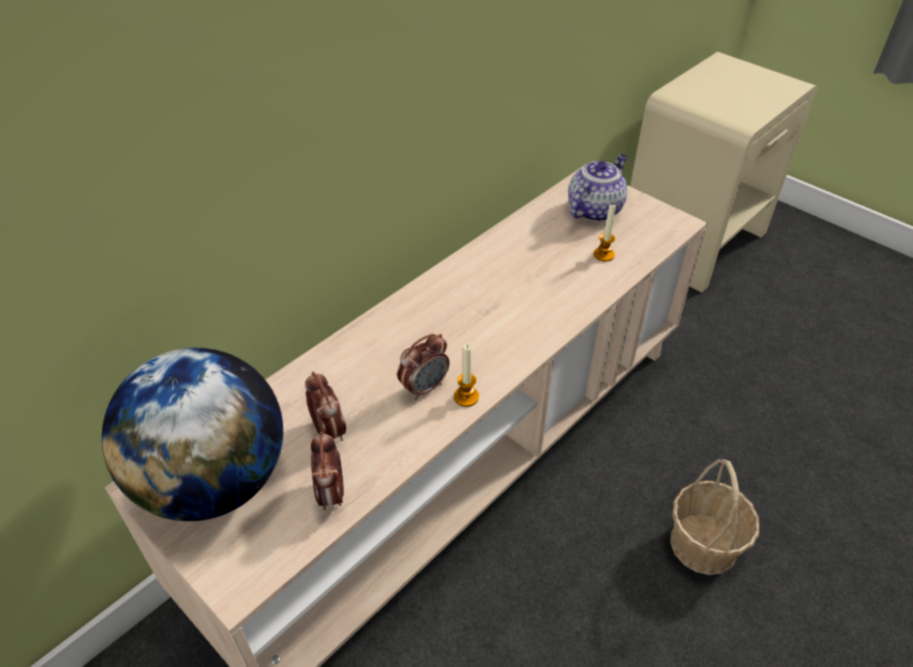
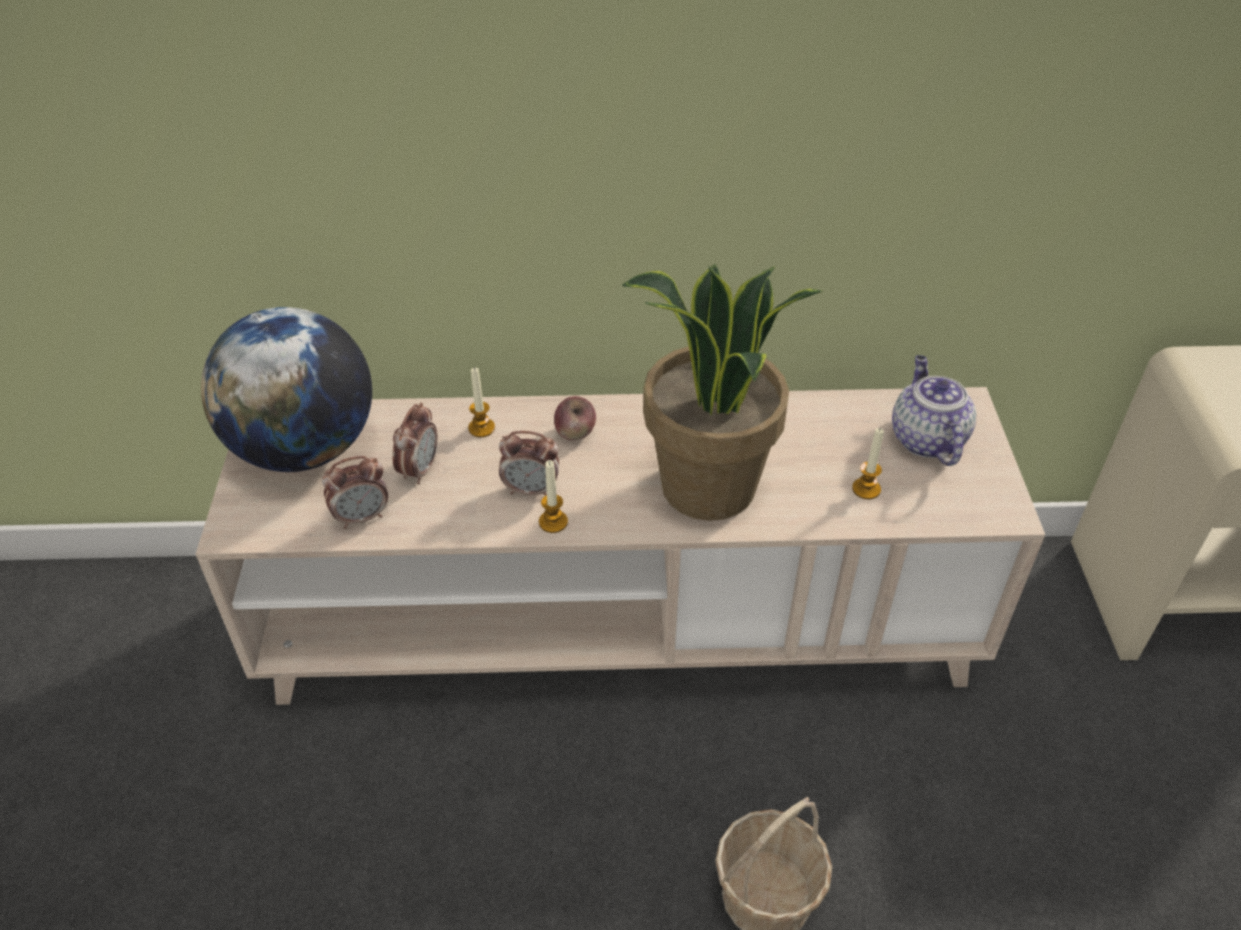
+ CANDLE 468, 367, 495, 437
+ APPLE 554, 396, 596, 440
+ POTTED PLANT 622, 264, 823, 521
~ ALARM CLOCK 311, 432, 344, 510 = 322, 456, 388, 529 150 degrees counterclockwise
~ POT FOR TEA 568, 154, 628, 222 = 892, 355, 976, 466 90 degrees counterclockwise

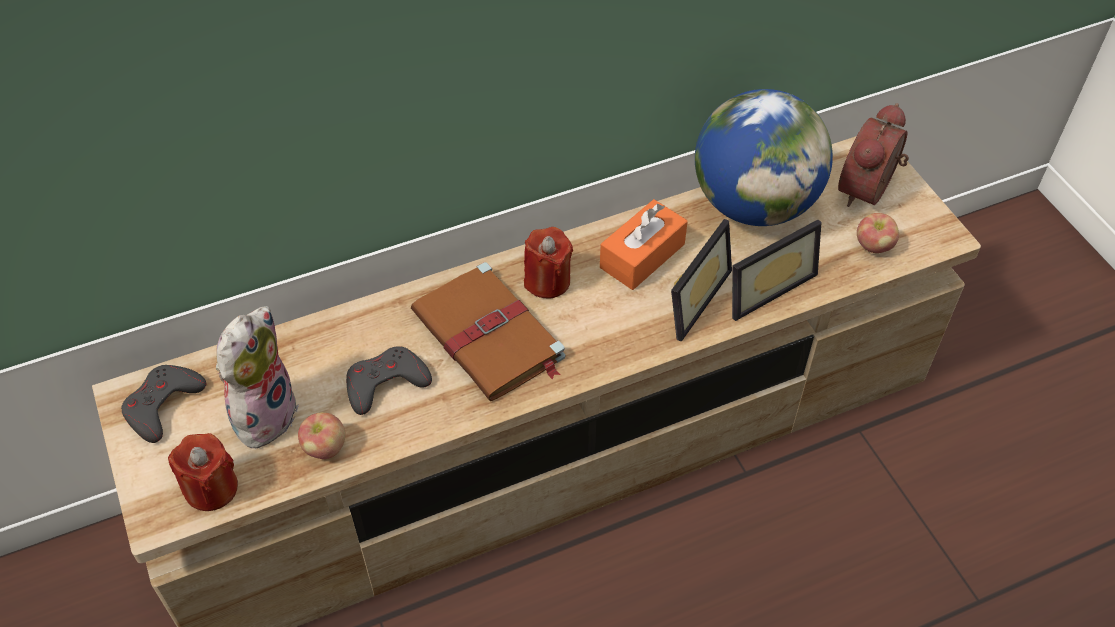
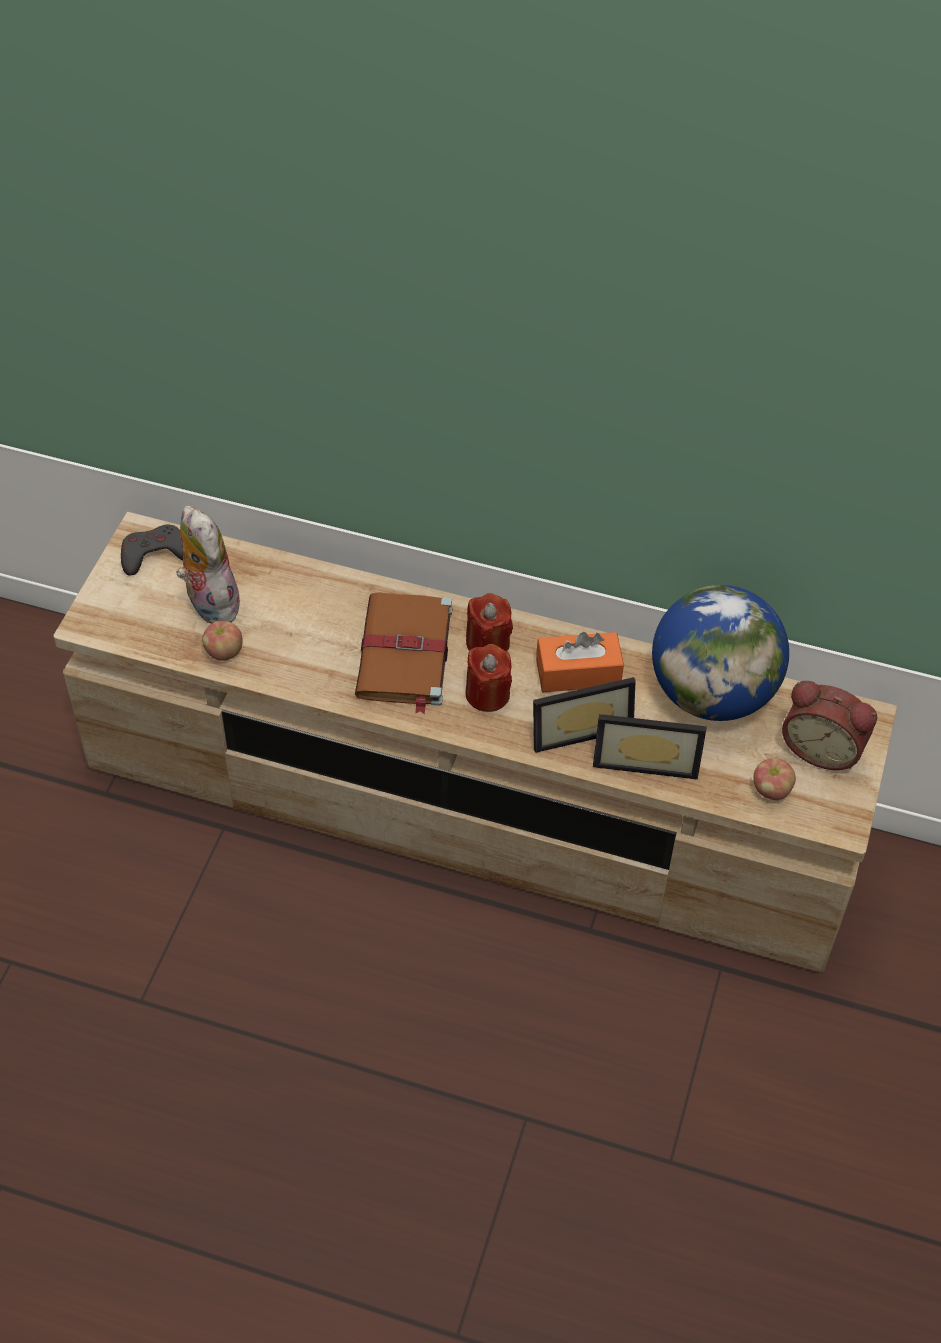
- GREY GAME CONTROLLER 346, 346, 432, 415
~ RED-COLOURED CANDLE 168, 433, 238, 511 to 465, 644, 512, 712
~ PLUSH TOY 216, 306, 299, 450 = 176, 506, 244, 624 90 degrees counterclockwise
~ ALARM CLOCK 838, 103, 909, 207 = 782, 681, 877, 770 135 degrees counterclockwise

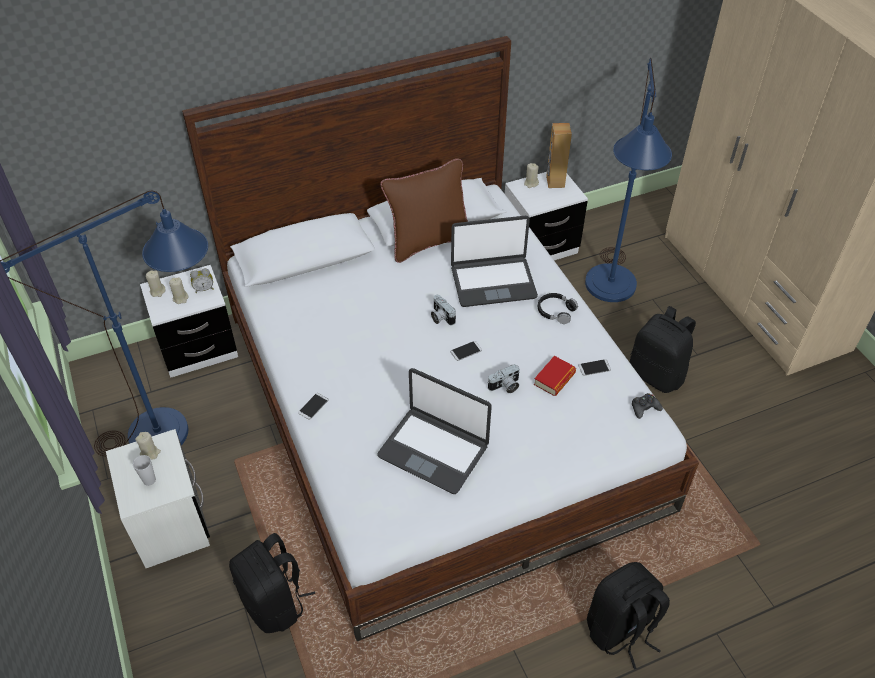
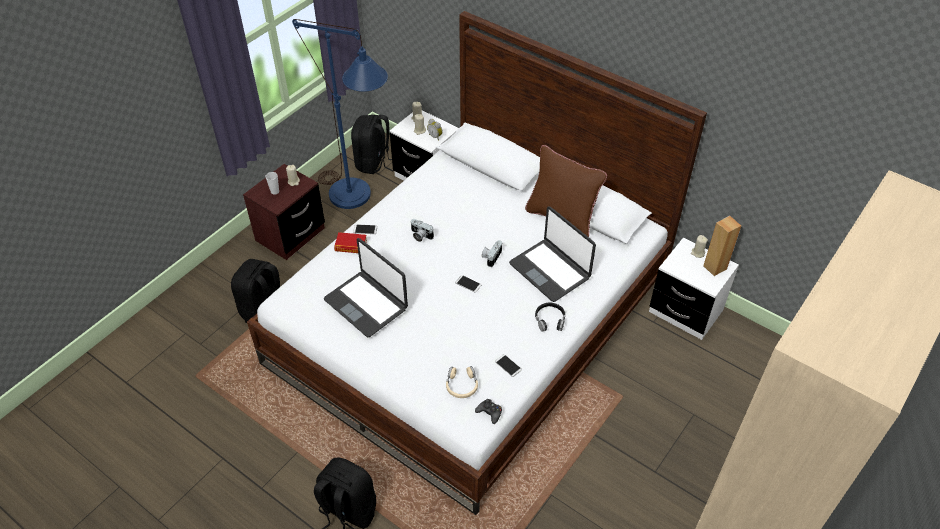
- BLUISH STANDARD LAMP 585, 58, 672, 302
+ BEIGE HEADPHONES 446, 366, 478, 398
~ STILL CAMERA 488, 364, 520, 393 to 411, 219, 434, 242
~ BOUND BOOK 534, 356, 576, 396 to 334, 232, 367, 253
~ BLACK-COLOURED KNAPSACK 630, 306, 696, 393 to 351, 115, 393, 174
~ WHITE-COLOURED NIGHTSTAND 106, 429, 210, 568 to BROWN NIGHTSTAND 243, 164, 325, 260
~ LAPTOP 377, 368, 492, 494 = 324, 238, 408, 337 45 degrees counterclockwise

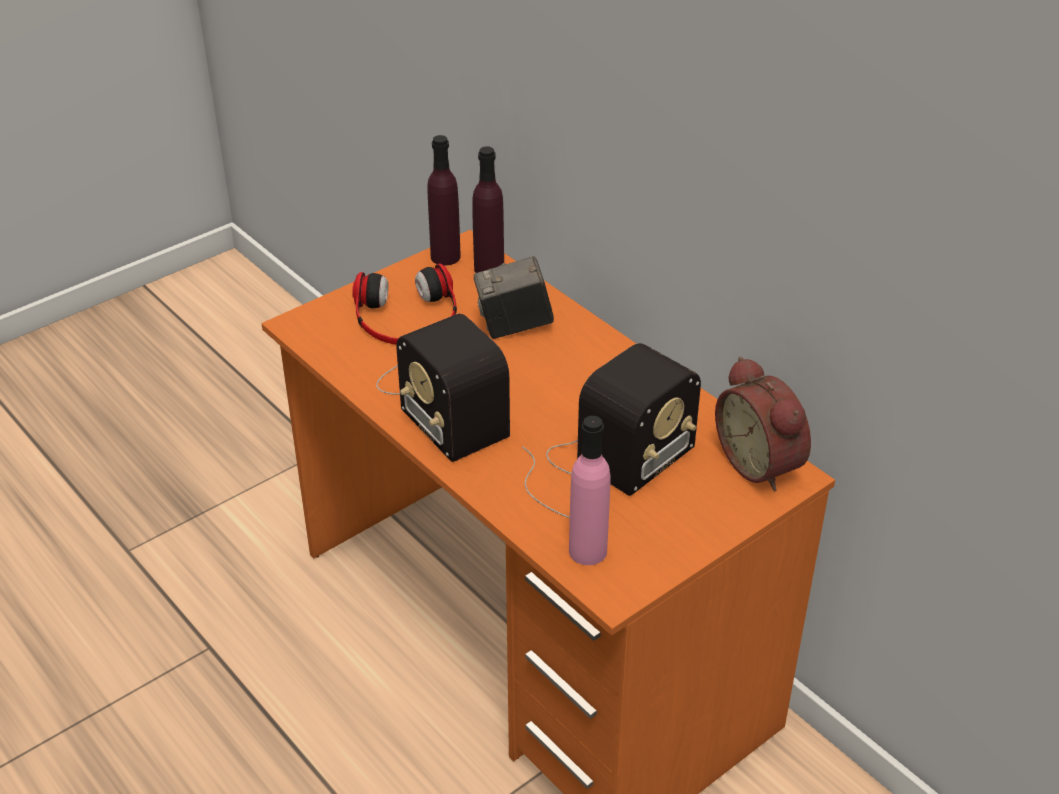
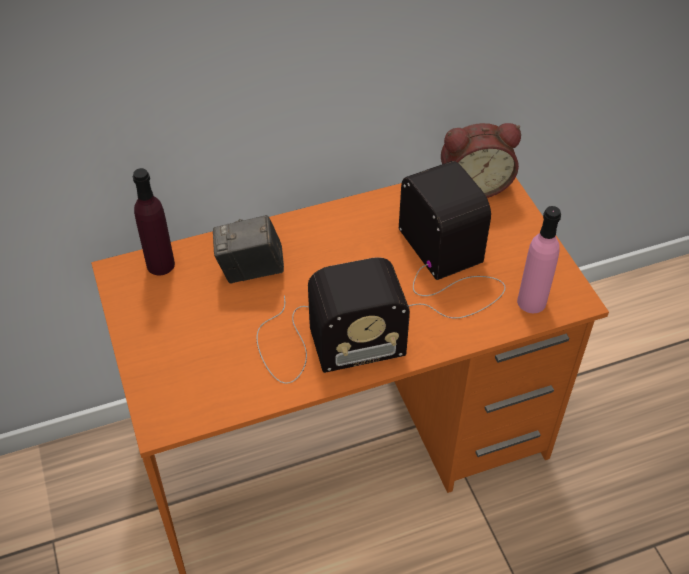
- HEADPHONES 352, 264, 457, 345
- PURPLE-COLOURED BOTTLE 427, 135, 461, 266
~ STILL CAMERA 474, 256, 554, 339 = 213, 215, 284, 283 75 degrees clockwise

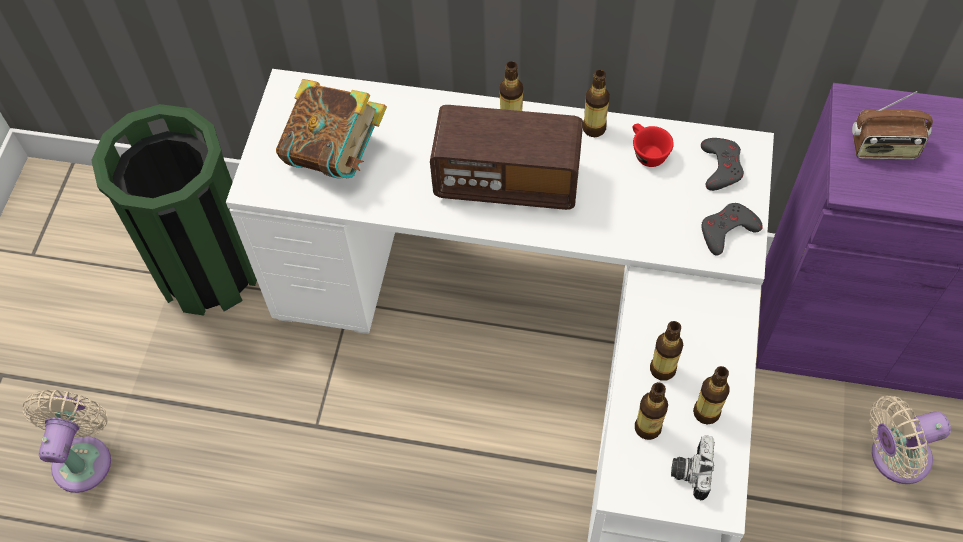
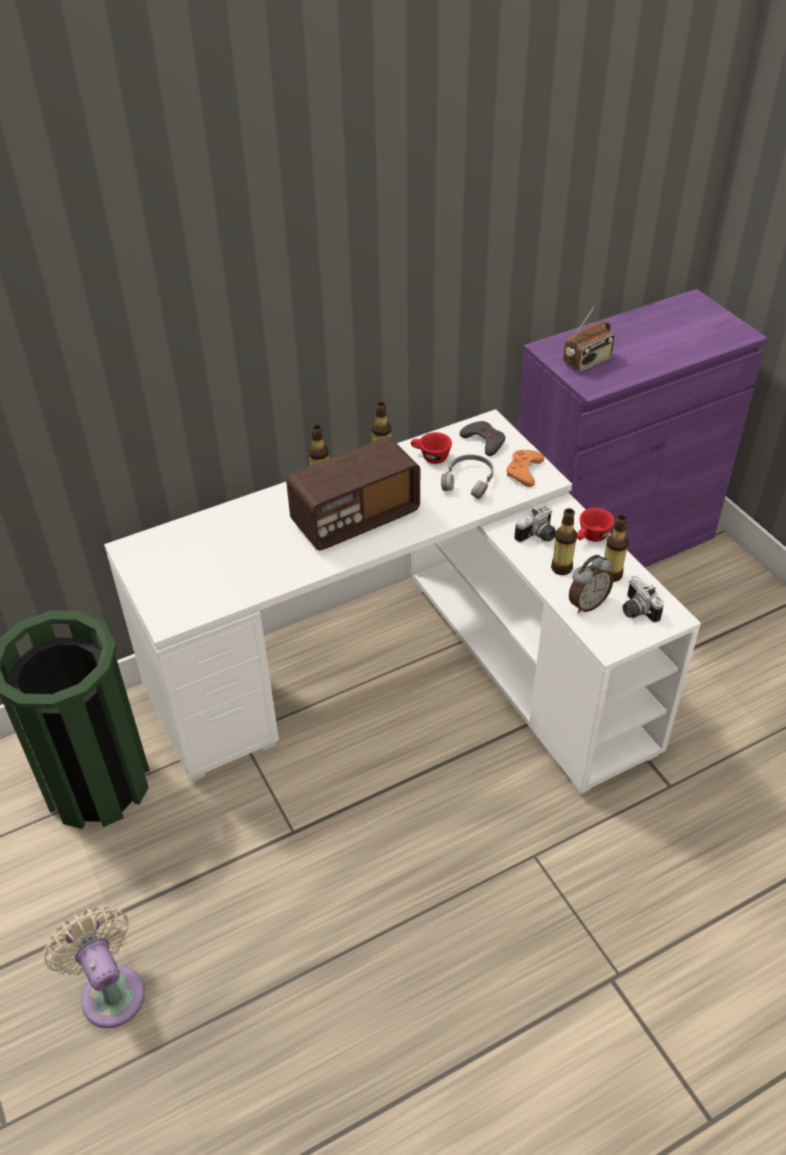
- BOUND BOOK 276, 79, 387, 179
- BEIGE ELECTRIC FAN 869, 396, 951, 484
+ GREY HEADPHONES 441, 454, 494, 500
+ STILL CAMERA 514, 505, 556, 542
+ RED-COLOURED CUP 577, 508, 615, 542
~ BOTTLE 635, 382, 668, 440 to ALARM CLOCK 569, 555, 613, 613
~ GREY GAME CONTROLLER 701, 203, 763, 255 to ORANGE GAME CONTROLLER 507, 450, 544, 487

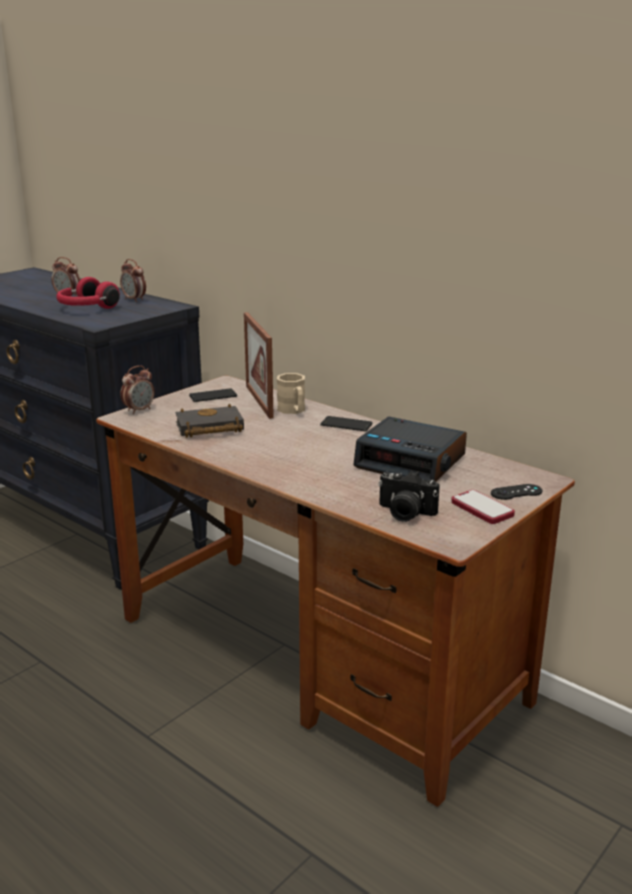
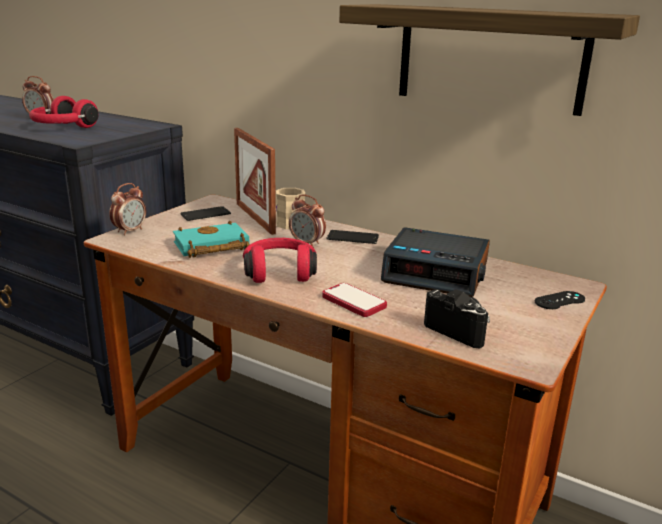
+ RED-COLOURED HEADPHONES 243, 238, 317, 283
+ WALL SHELF 339, 4, 640, 116
~ ALARM CLOCK 120, 259, 146, 302 to 289, 195, 326, 248
~ TELEPHONE 451, 490, 515, 524 to 322, 283, 387, 317
~ BLACK-COLOURED BOUND BOOK 175, 404, 244, 438 to TURQUOISE-COLOURED BOUND BOOK 173, 220, 250, 258
~ STILL CAMERA 378, 470, 440, 522 = 424, 289, 490, 348 150 degrees counterclockwise

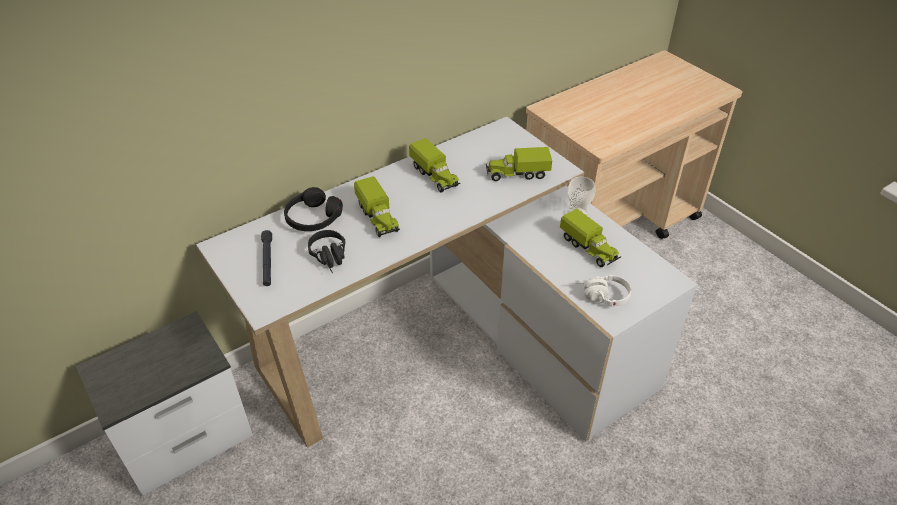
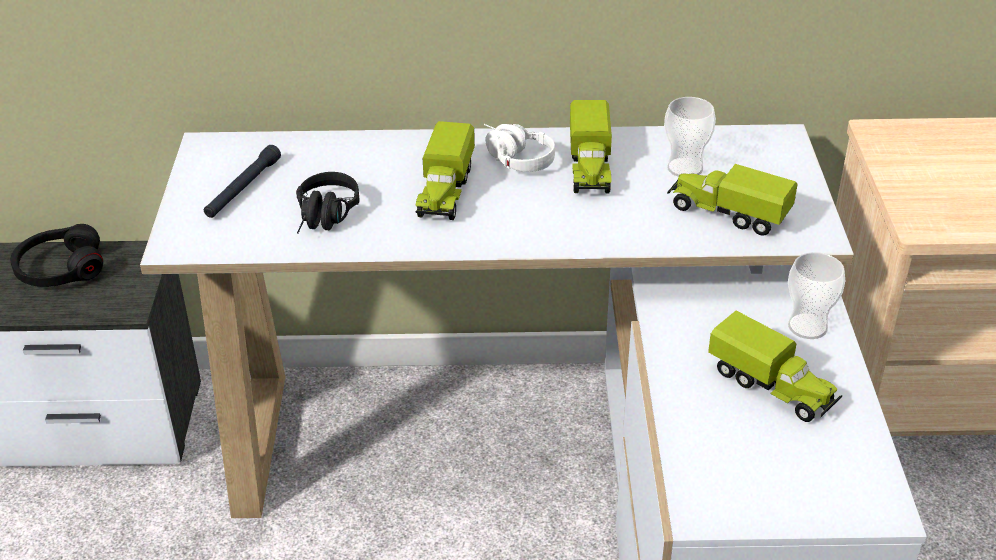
+ CUP 664, 97, 716, 177
~ BLACK-COLOURED HEADPHONES 284, 187, 343, 231 to 10, 224, 103, 287
~ WHITE-COLOURED HEADPHONES 572, 275, 631, 306 to 484, 124, 555, 172
~ TOY LORRY 560, 208, 621, 267 = 708, 311, 842, 422 45 degrees counterclockwise

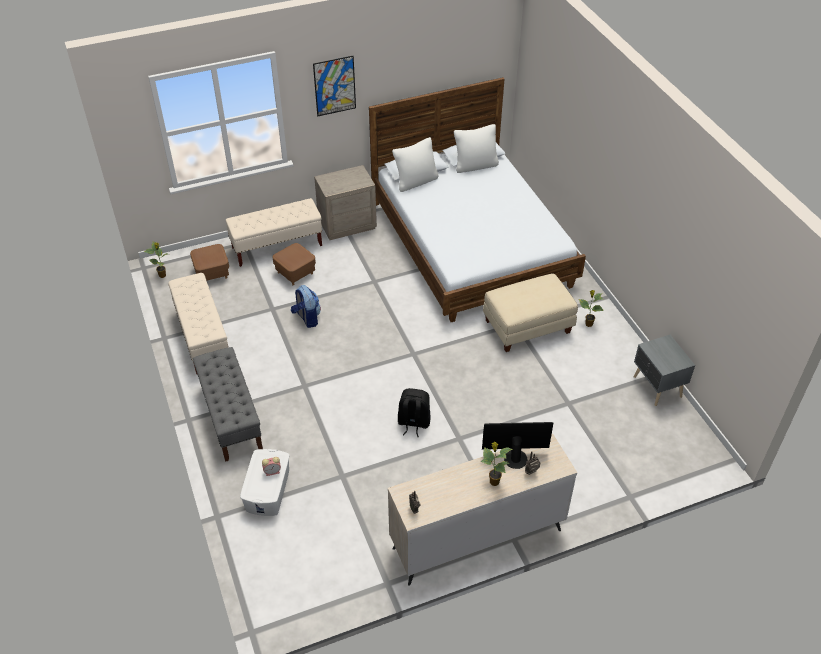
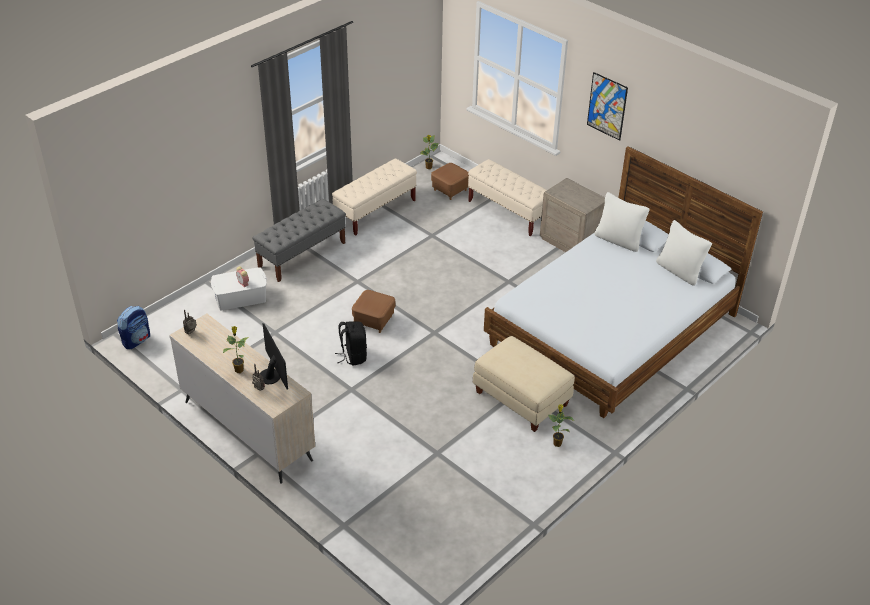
- GREY NIGHTSTAND 634, 335, 695, 406
~ BROWN OTTOMAN 273, 243, 316, 285 to 352, 290, 395, 333
~ KNAPSACK 291, 285, 321, 328 to 117, 306, 150, 349

